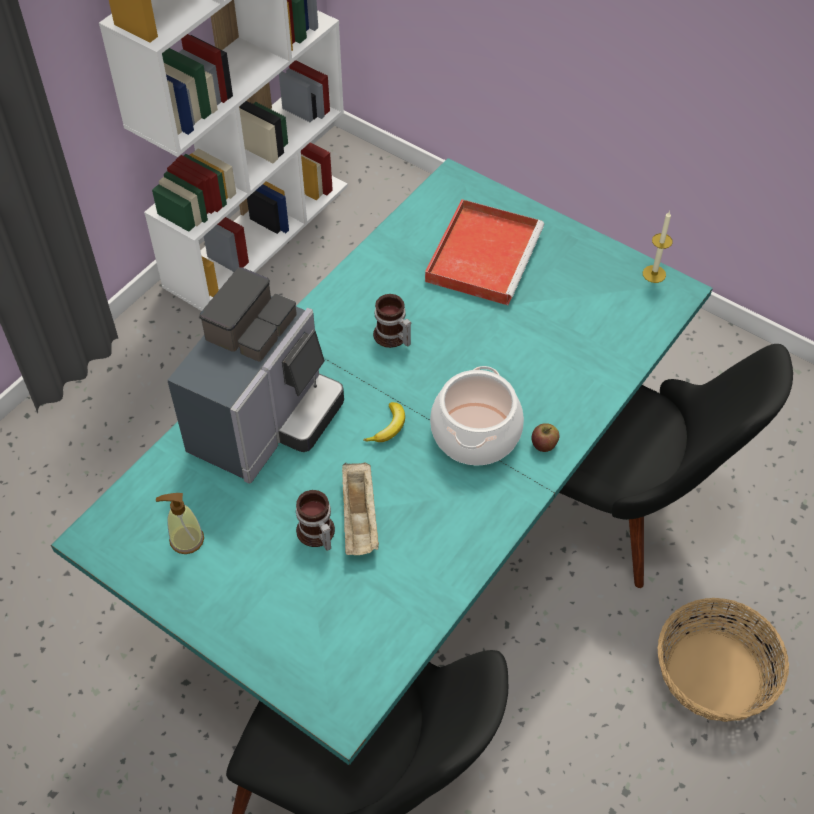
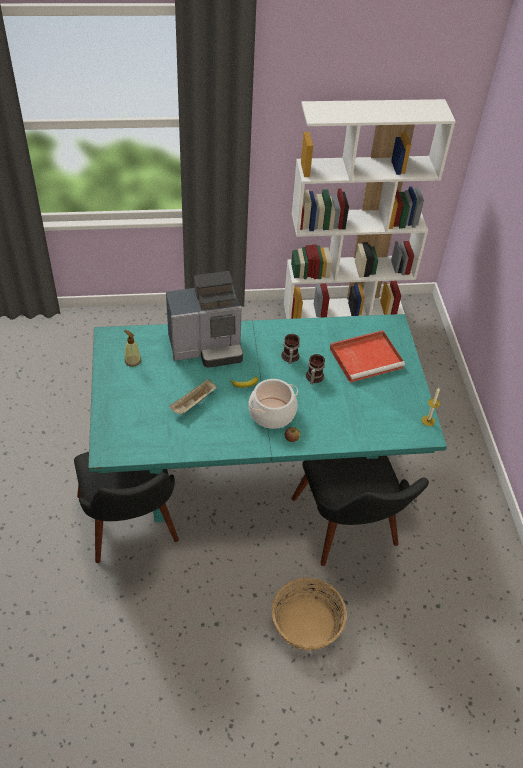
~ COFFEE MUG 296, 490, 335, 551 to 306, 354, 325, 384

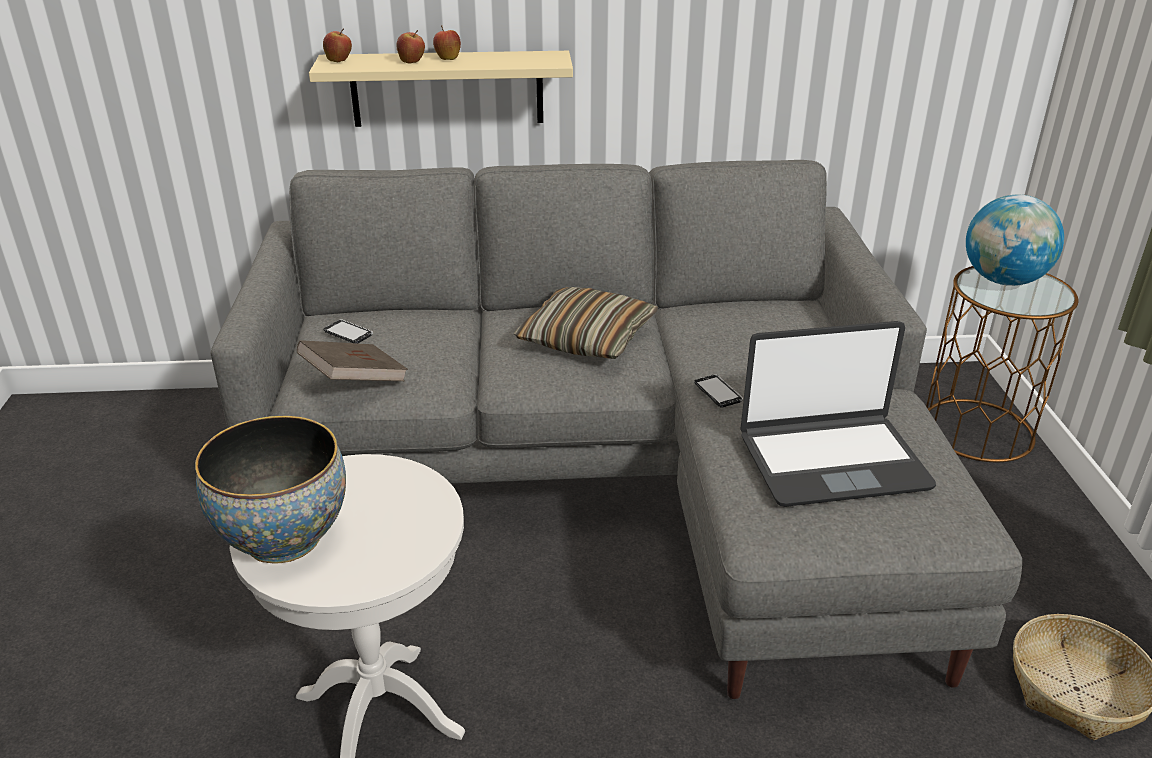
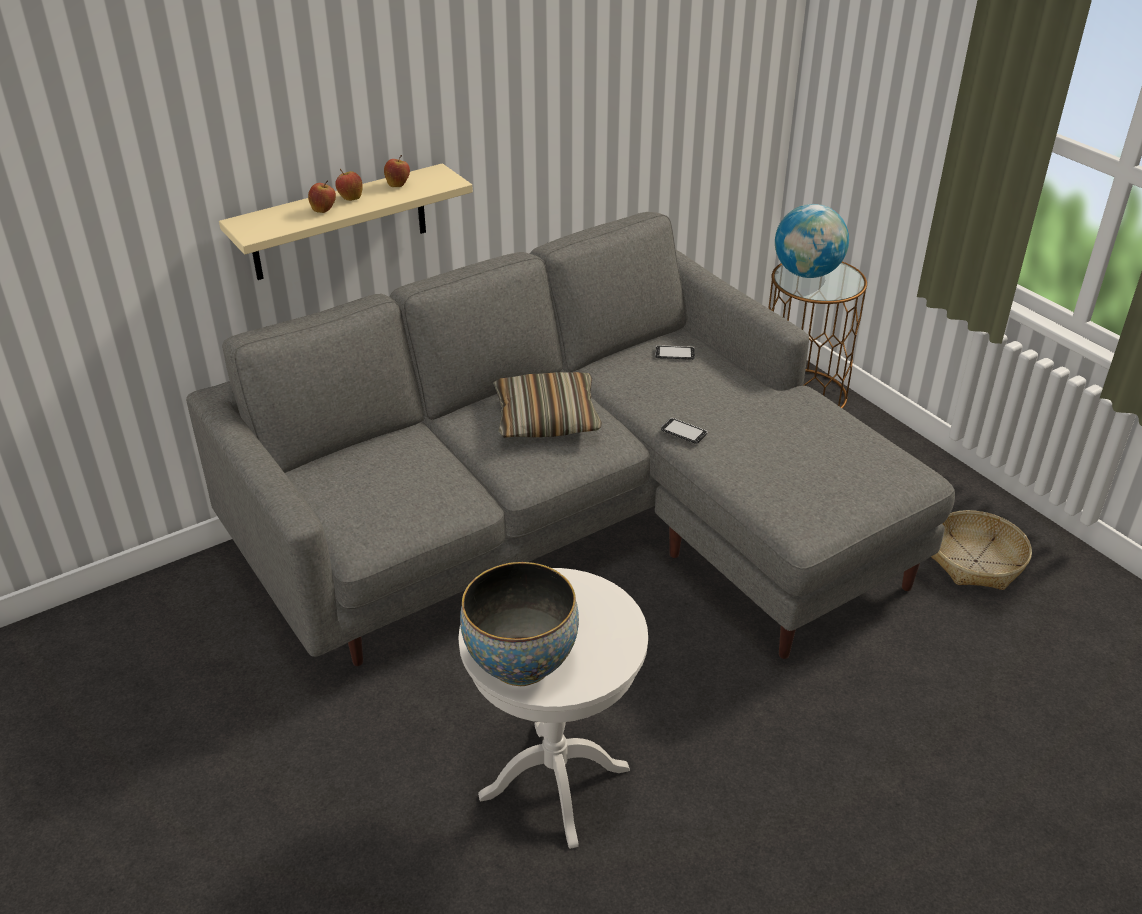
- BROWN BOUND BOOK 297, 340, 408, 381
- LAPTOP 740, 321, 936, 507
~ APPLE 323, 28, 352, 62 to 384, 155, 410, 187
~ TELEPHONE 324, 319, 373, 343 to 655, 345, 695, 360

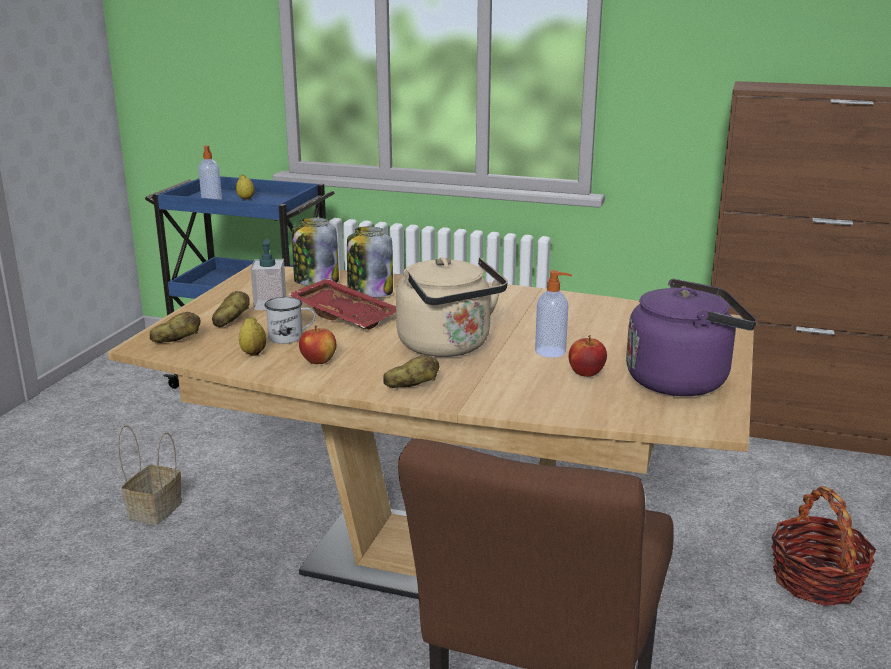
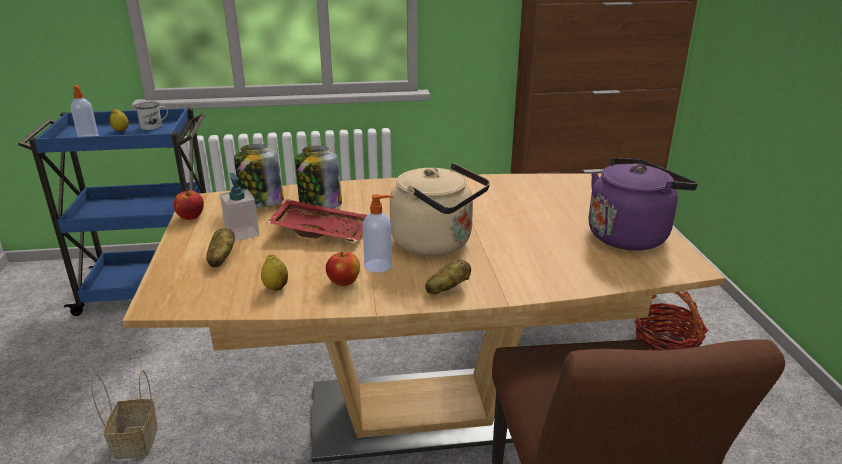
- WHOLE POTATO 150, 312, 201, 343
~ WHITE-COLOURED COFFEE MUG 264, 297, 315, 344 to 135, 102, 168, 130
~ LIQUID SOAP BOTTLE 535, 270, 572, 357 to 362, 194, 393, 273
~ APPLE 569, 335, 607, 377 to 174, 189, 204, 220

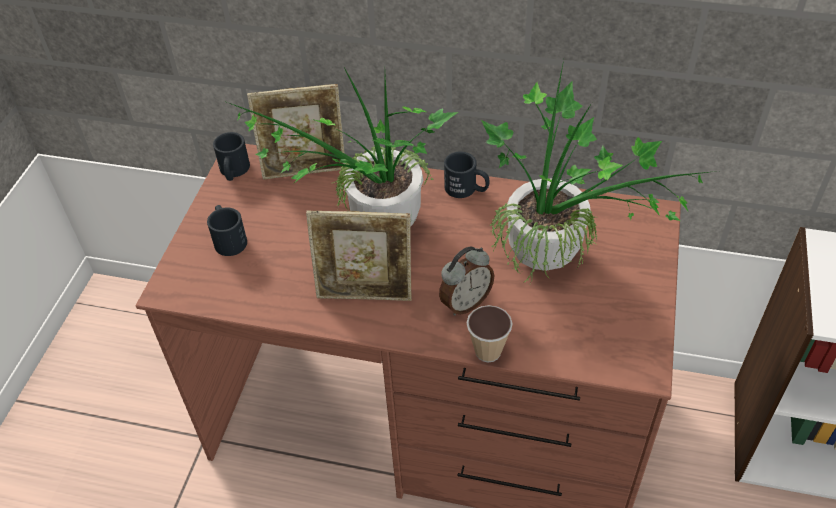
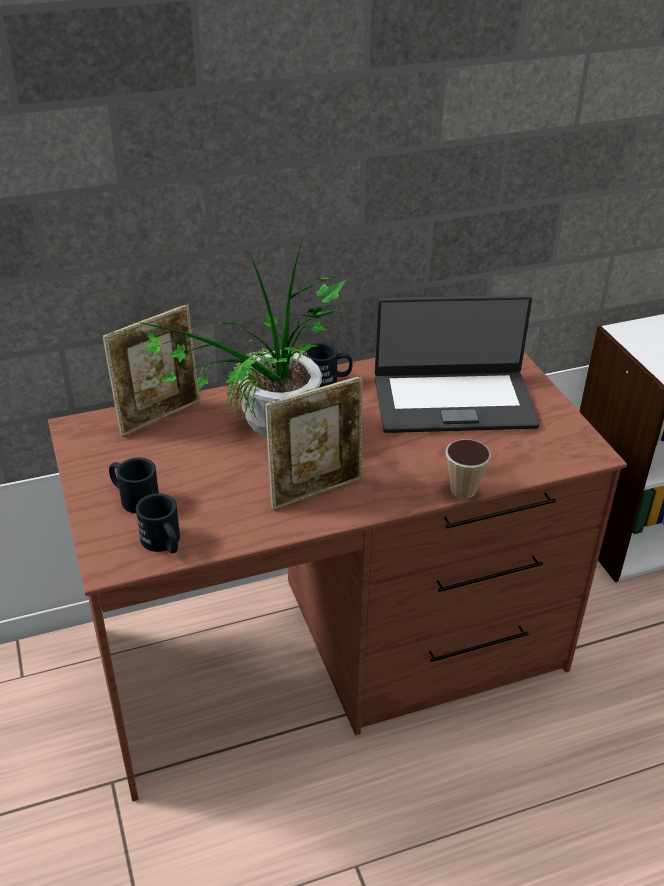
- ALARM CLOCK 439, 247, 495, 316
~ BLACK-COLOURED COFFEE MUG 213, 132, 250, 181 to 136, 493, 180, 553
~ POTTED PLANT 481, 60, 716, 286 to LAPTOP 375, 295, 540, 433

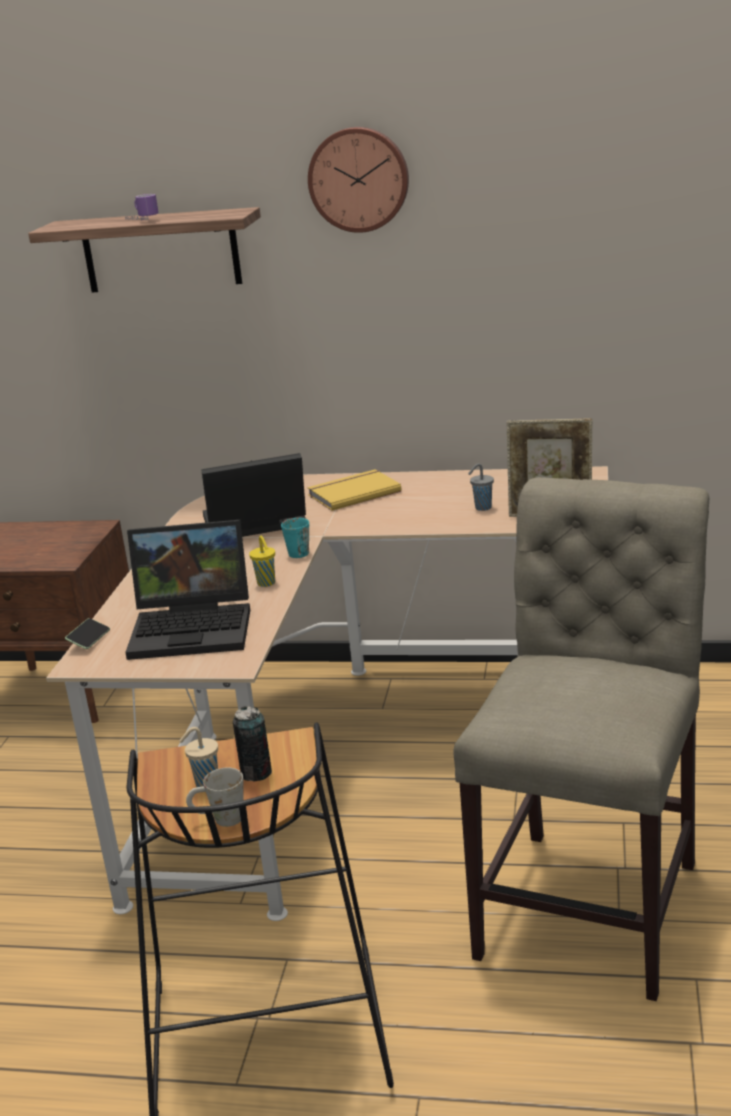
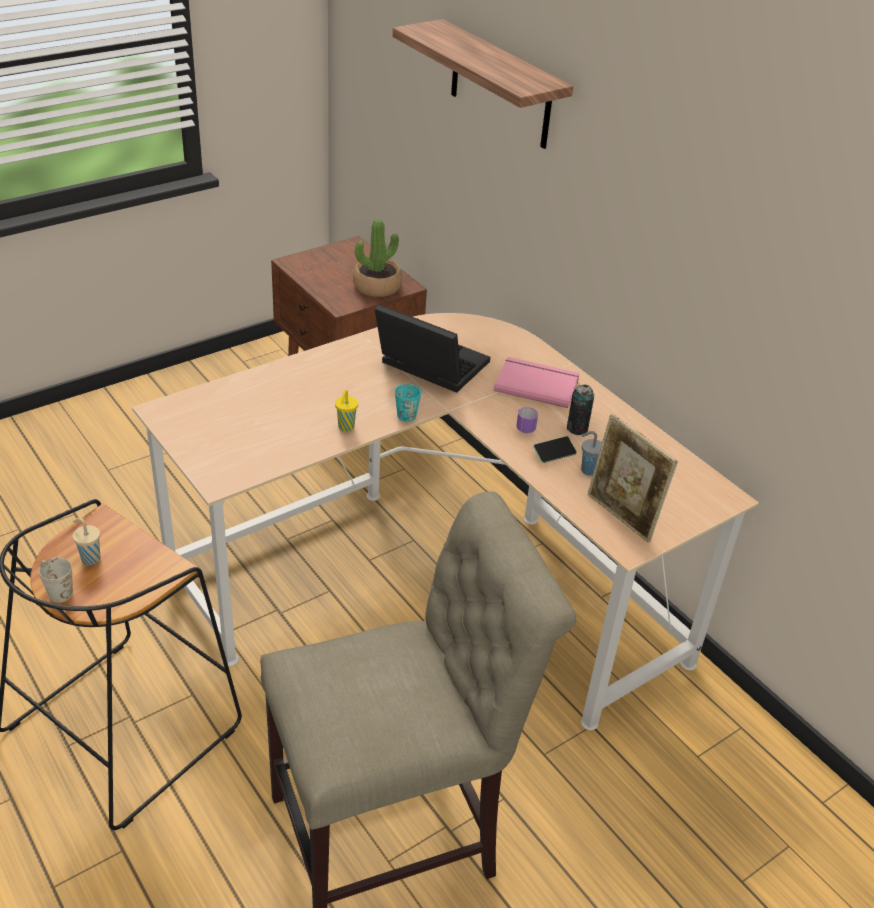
- LAPTOP 125, 520, 250, 660
- HANGING CLOCK 308, 127, 409, 233
+ POTTED PLANT 353, 219, 402, 297
~ TELEPHONE 65, 618, 110, 649 to 533, 436, 577, 463
~ COFFEE MUG 125, 194, 158, 221 to 516, 407, 538, 433
~ METAL CAN 233, 706, 272, 781 to 567, 385, 594, 435
~ YELLOW BOUND BOOK 307, 469, 401, 511 to PINKISH BOUND BOOK 494, 357, 580, 408

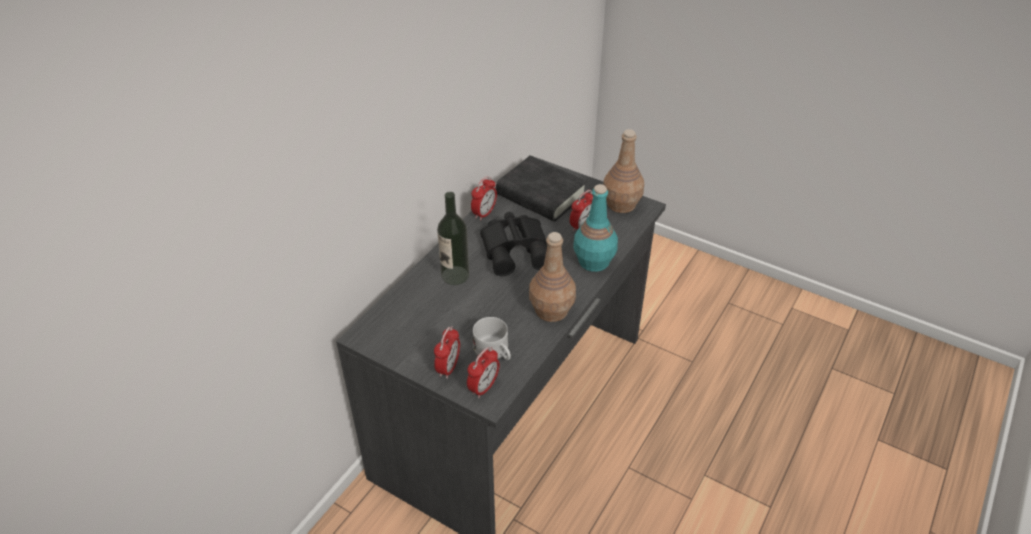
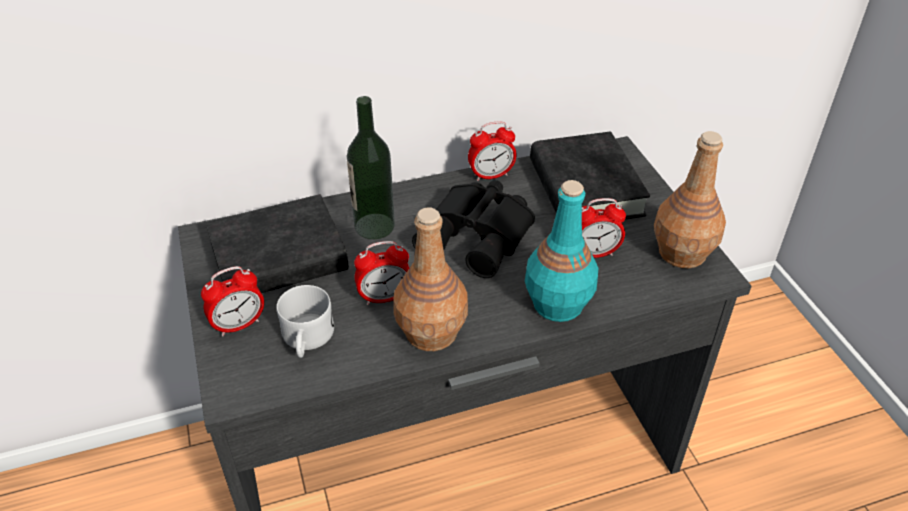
+ BLACK-COLOURED BOUND BOOK 206, 194, 349, 293
~ ALARM CLOCK 467, 347, 500, 398 to 354, 241, 409, 305

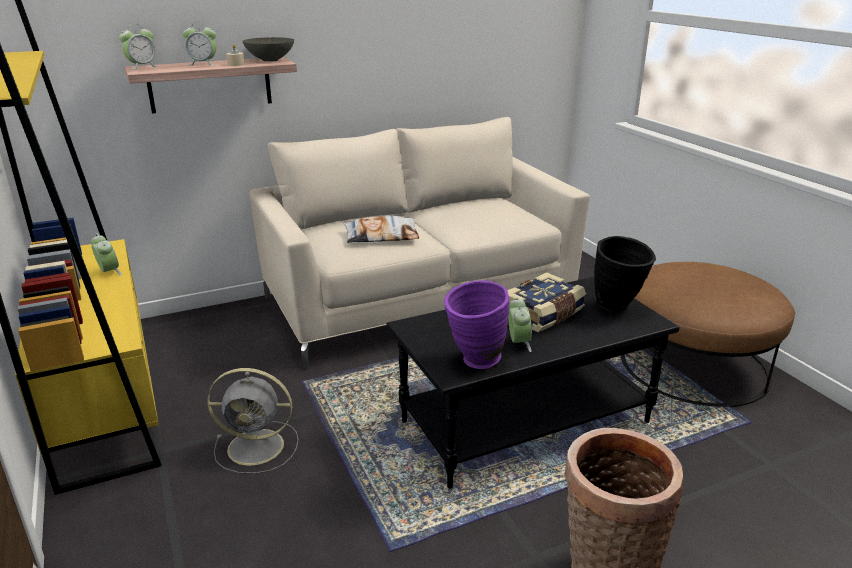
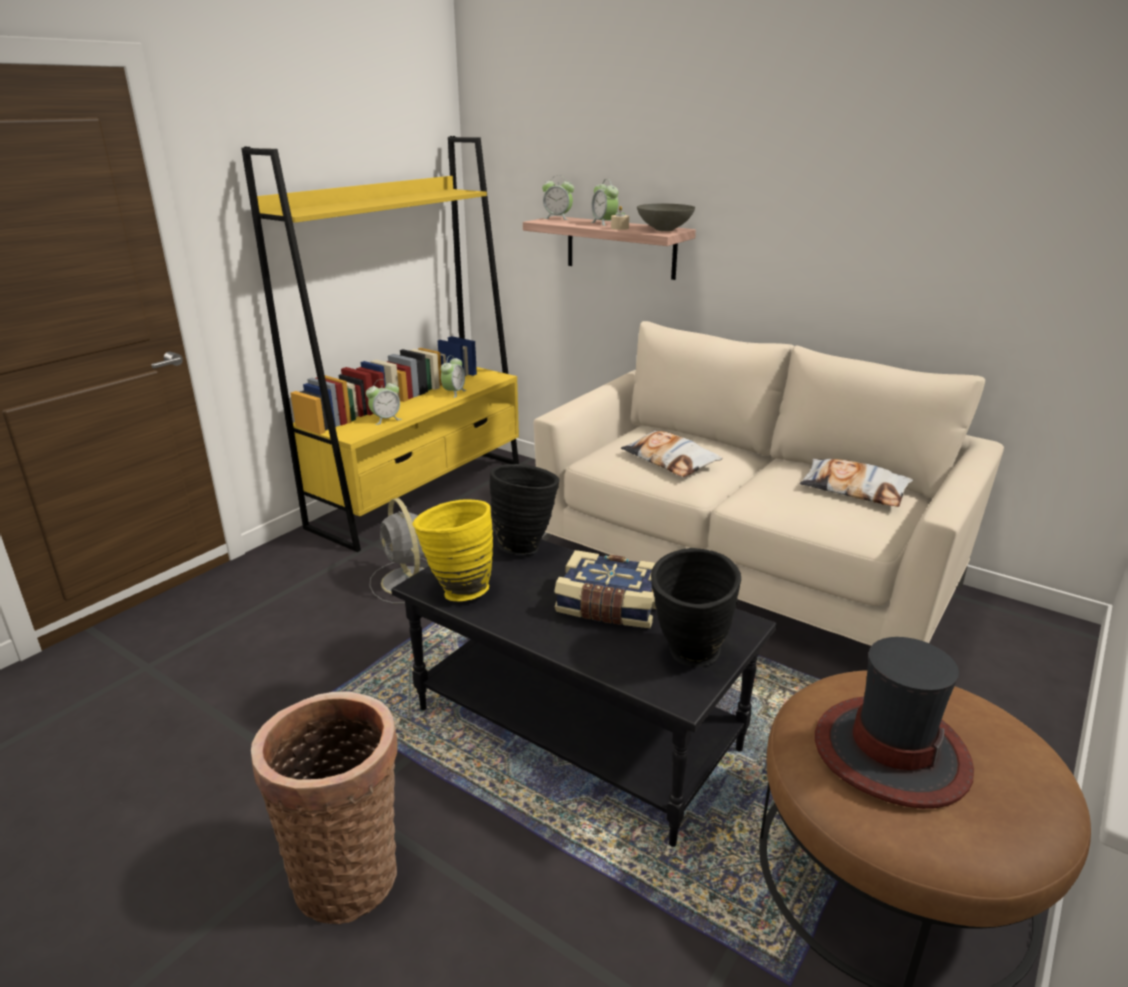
+ BLACK-COLOURED DECORATIVE VASE 490, 464, 559, 555
+ CUSHION 799, 458, 913, 507
+ HAT 815, 637, 974, 809
~ ALARM CLOCK 508, 298, 532, 352 to 366, 379, 402, 425
~ PURPLE-COLOURED DECORATIVE VASE 444, 280, 509, 369 to YELLOW DECORATIVE VASE 412, 499, 493, 601

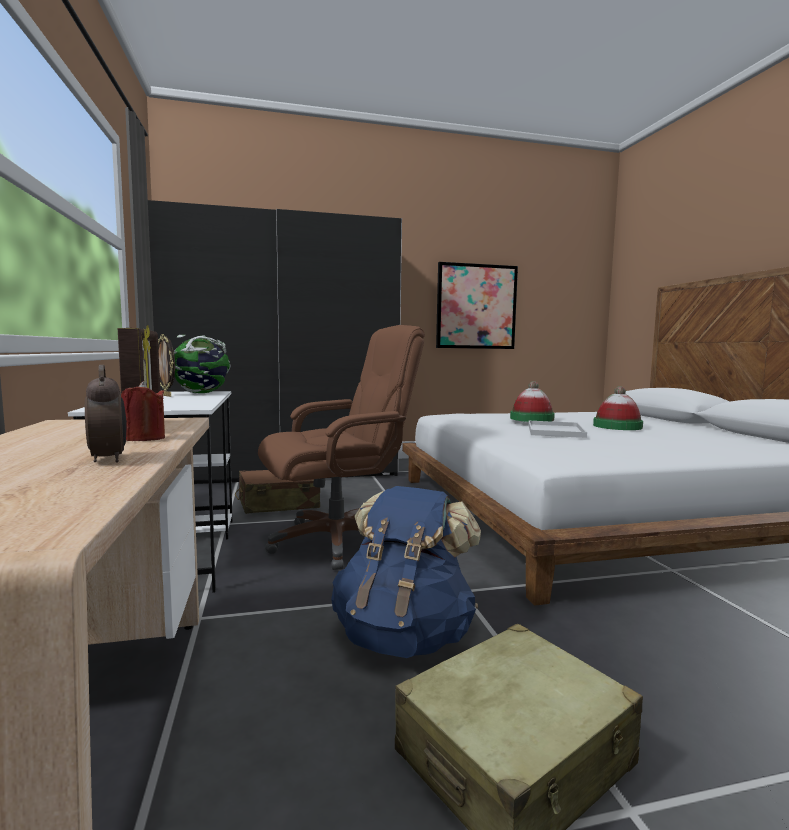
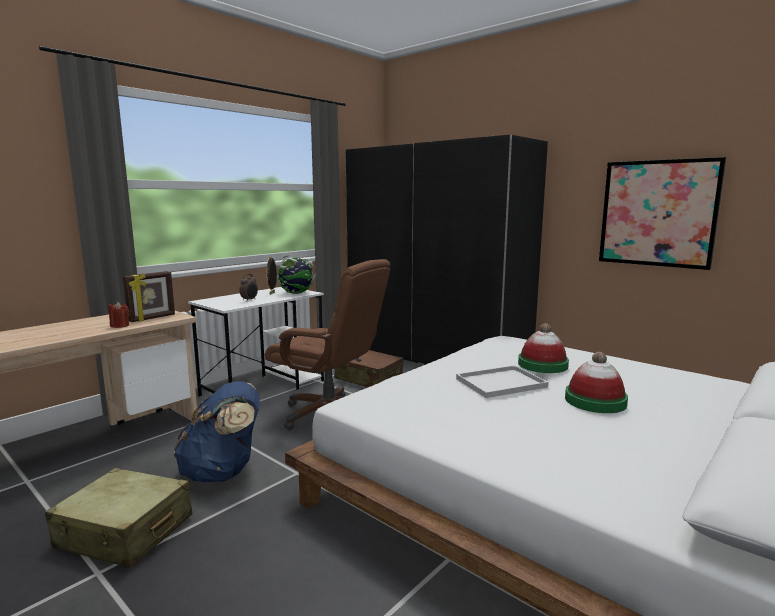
~ ALARM CLOCK 85, 365, 127, 462 to 239, 274, 258, 301

